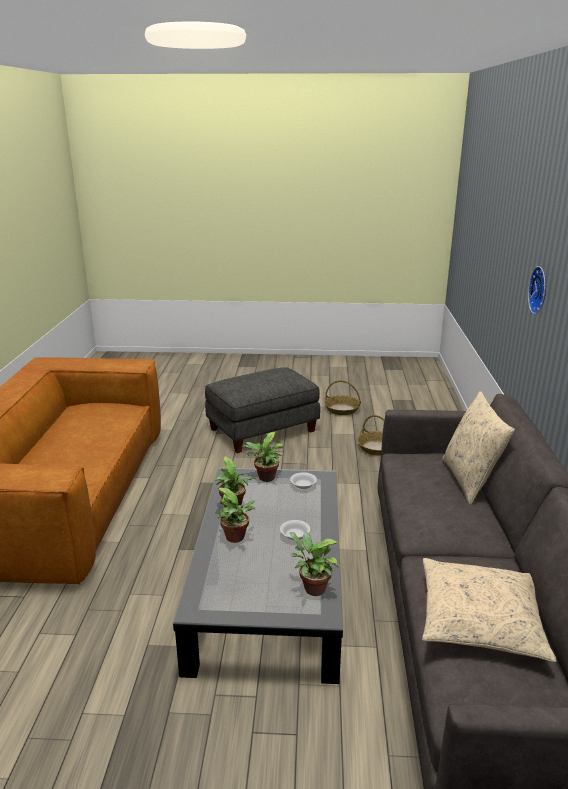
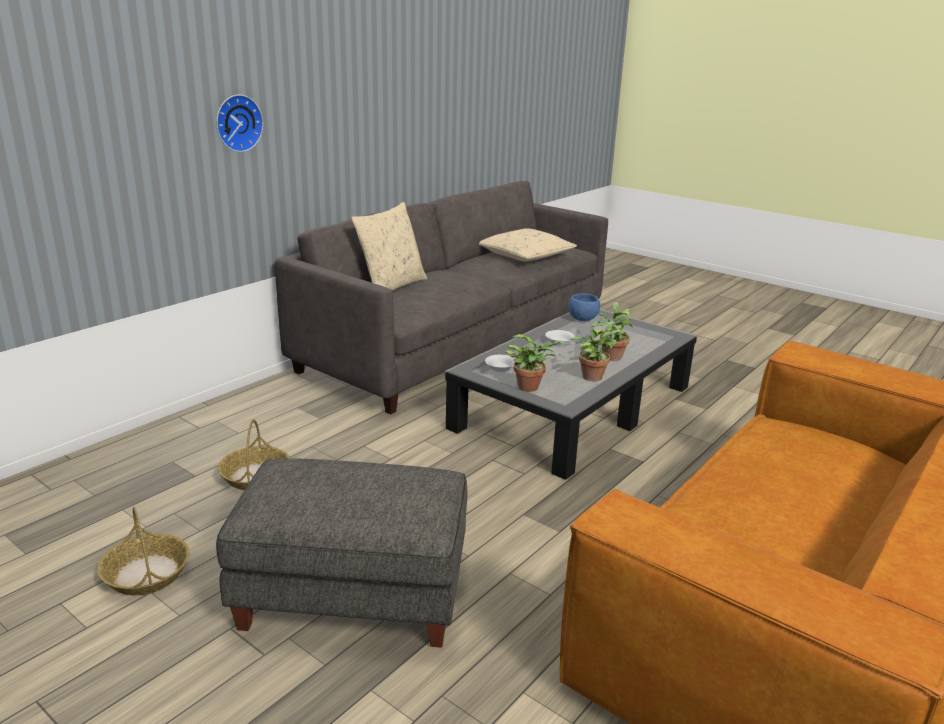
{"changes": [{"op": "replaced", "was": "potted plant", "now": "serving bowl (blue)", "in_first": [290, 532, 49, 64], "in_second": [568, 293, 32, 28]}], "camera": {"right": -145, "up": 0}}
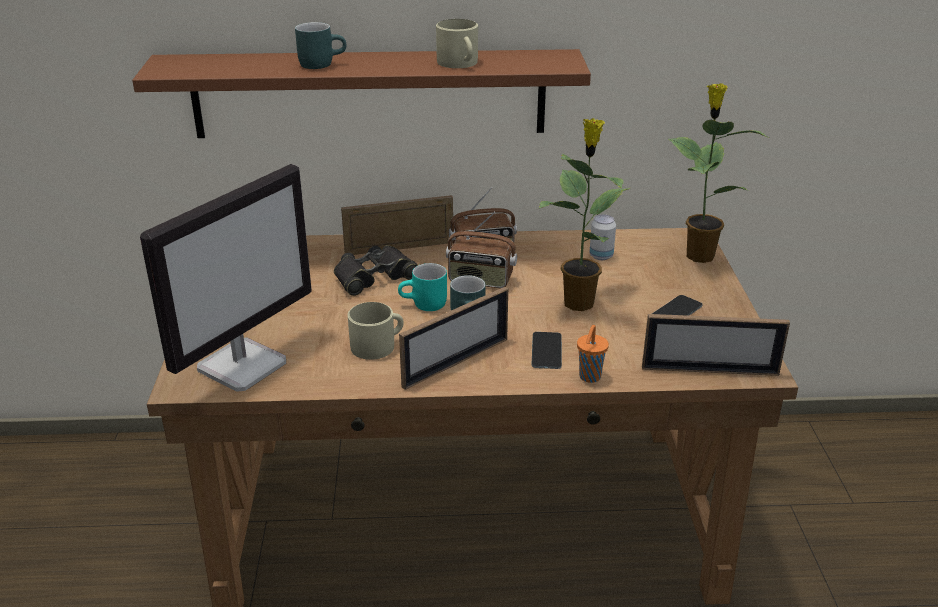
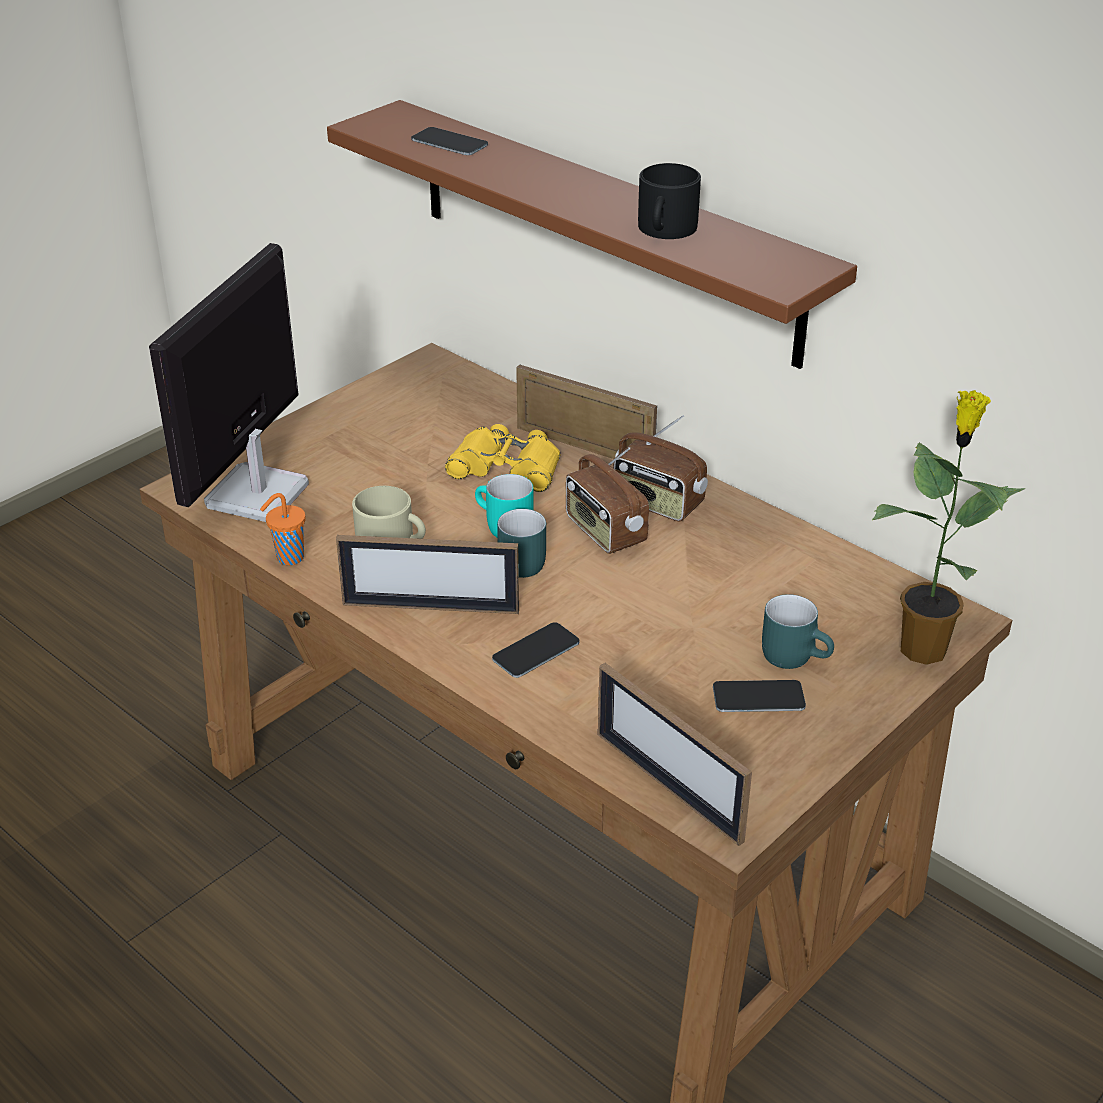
{"changes": [{"op": "recoloured", "was": "tea mug (beige-coloured)", "now": "tea mug (blackish)", "in_first": [436, 19, 42, 49], "in_second": [638, 163, 63, 76]}, {"op": "moved", "was": "tea mug (turquoise)", "in_first": [295, 22, 51, 47], "in_second": [762, 594, 72, 75]}, {"op": "removed", "was": "potted plant", "in_first": [538, 118, 92, 193]}, {"op": "turned", "was": "computer screen", "in_first": [140, 164, 172, 228], "in_second": [149, 243, 160, 279], "clockwise": 120}, {"op": "removed", "was": "sealed can", "in_first": [589, 215, 27, 45]}, {"op": "recoloured", "was": "binoculars (blackish)", "now": "binoculars (yellow-coloured)", "in_first": [334, 245, 84, 51], "in_second": [445, 424, 115, 68]}, {"op": "moved", "was": "drinking cup (orange)", "in_first": [577, 325, 32, 58], "in_second": [260, 493, 45, 72]}, {"op": "added", "now": "handset", "in_second": [411, 127, 77, 28]}], "camera": {"right": 45, "up": 5}}
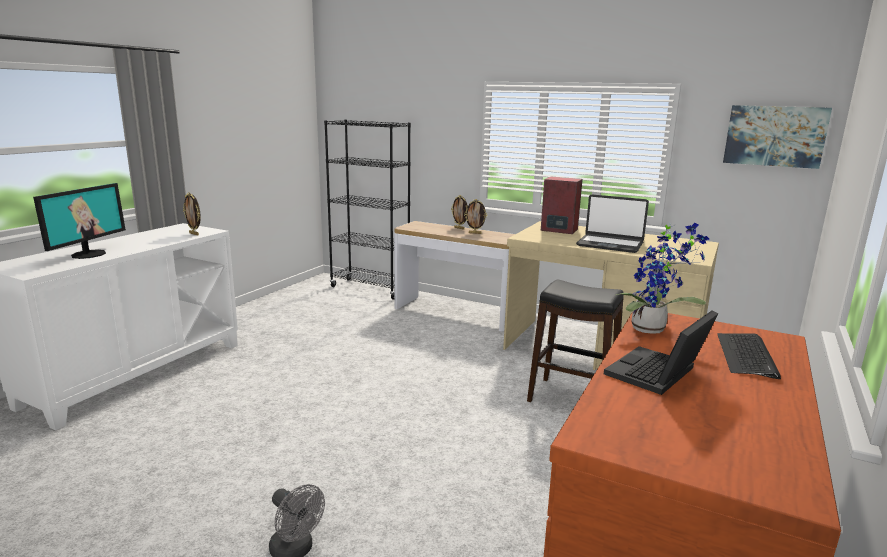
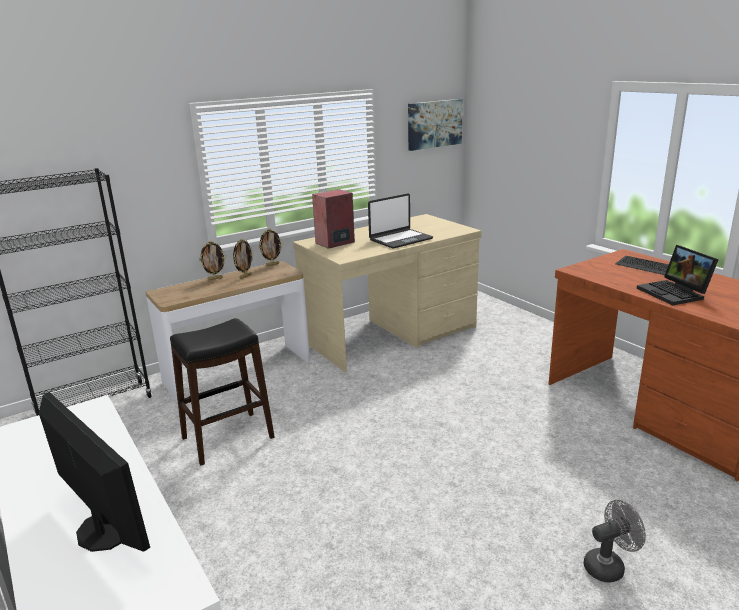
{"changes": [{"op": "moved", "was": "photo frame", "in_first": [183, 192, 18, 44], "in_second": [259, 228, 24, 38]}, {"op": "removed", "was": "potted plant", "in_first": [616, 222, 93, 111]}, {"op": "moved", "was": "stool seat (blackish)", "in_first": [527, 280, 97, 122], "in_second": [170, 318, 105, 147]}], "camera": {"right": -60, "up": 5}}
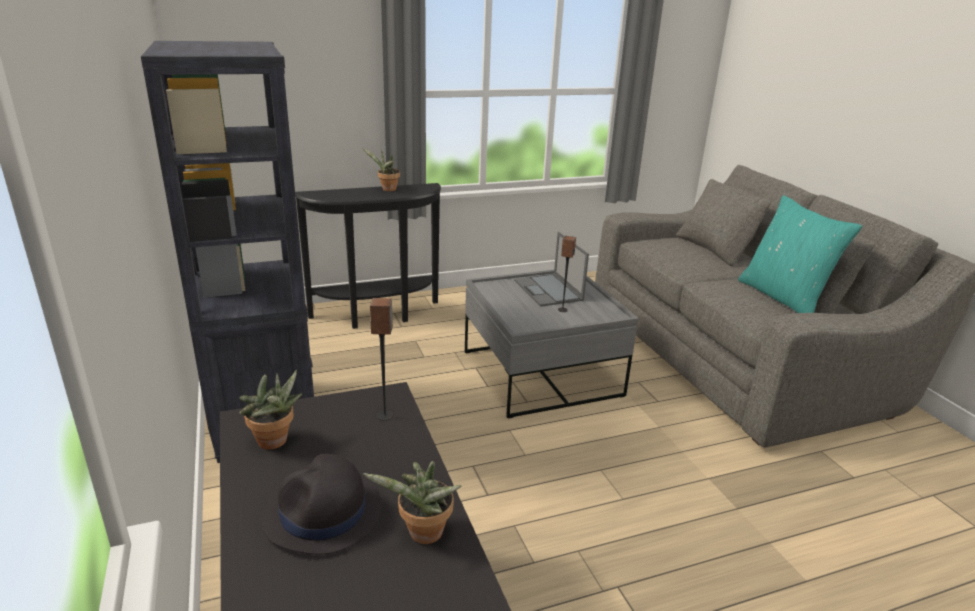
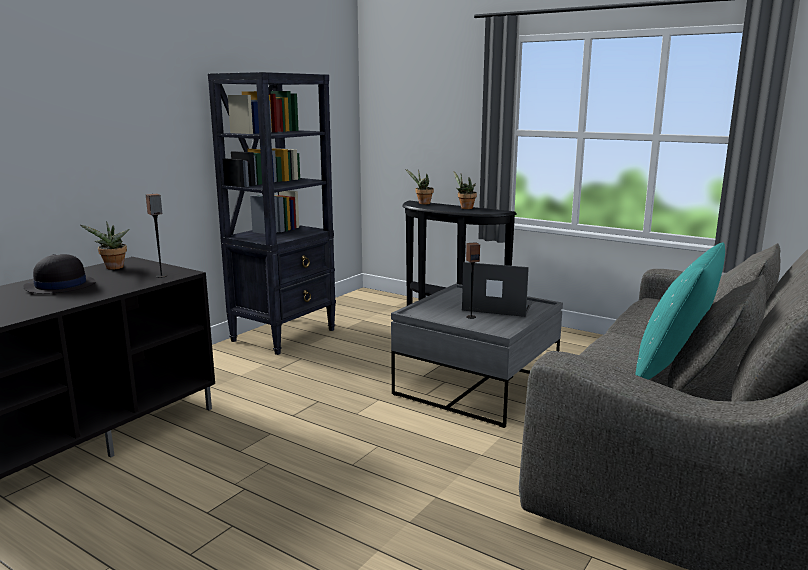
{"changes": [{"op": "turned", "was": "laptop", "in_first": [514, 232, 75, 75], "in_second": [462, 262, 70, 55], "clockwise": 75}, {"op": "moved", "was": "potted plant", "in_first": [363, 461, 98, 83], "in_second": [405, 169, 29, 35]}], "camera": {"right": 55, "up": -10}}
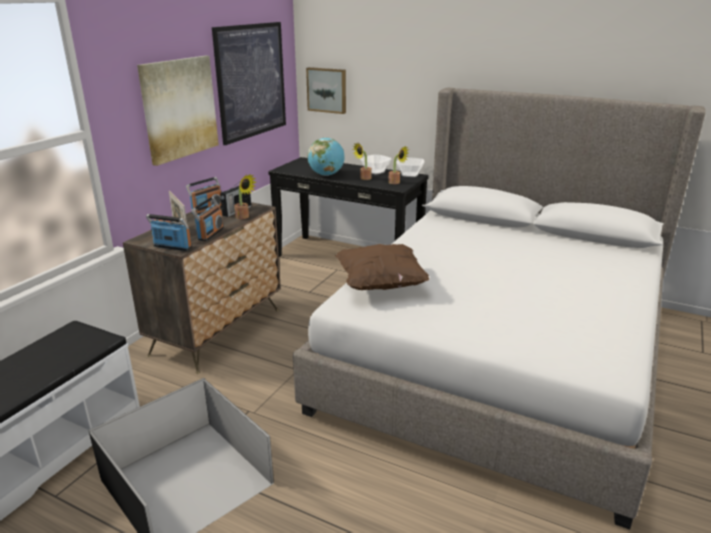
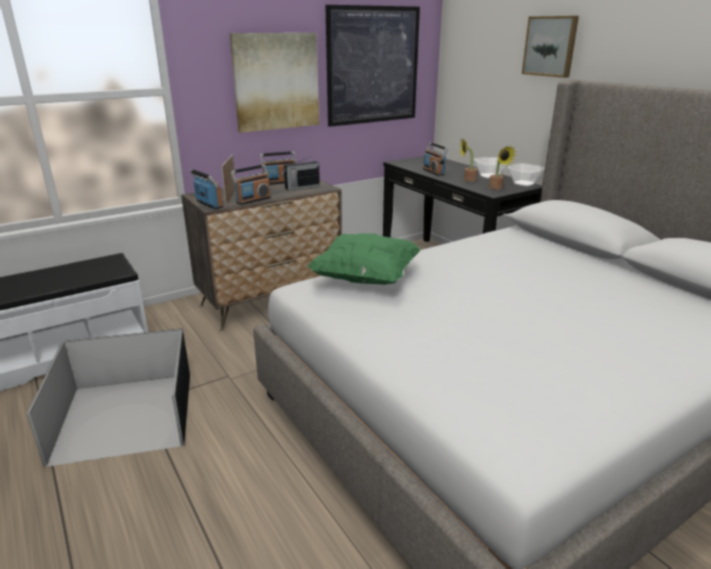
{"changes": [{"op": "moved", "was": "wall picture", "in_first": [306, 67, 40, 47], "in_second": [522, 16, 57, 62]}, {"op": "replaced", "was": "world globe", "now": "radio receiver", "in_first": [307, 137, 38, 39], "in_second": [423, 142, 25, 34]}, {"op": "removed", "was": "potted plant", "in_first": [234, 174, 22, 45]}, {"op": "recoloured", "was": "throw pillow (brown-coloured)", "now": "throw pillow (greenish)", "in_first": [335, 244, 94, 46], "in_second": [308, 233, 113, 52]}], "camera": {"right": 30, "up": 0}}
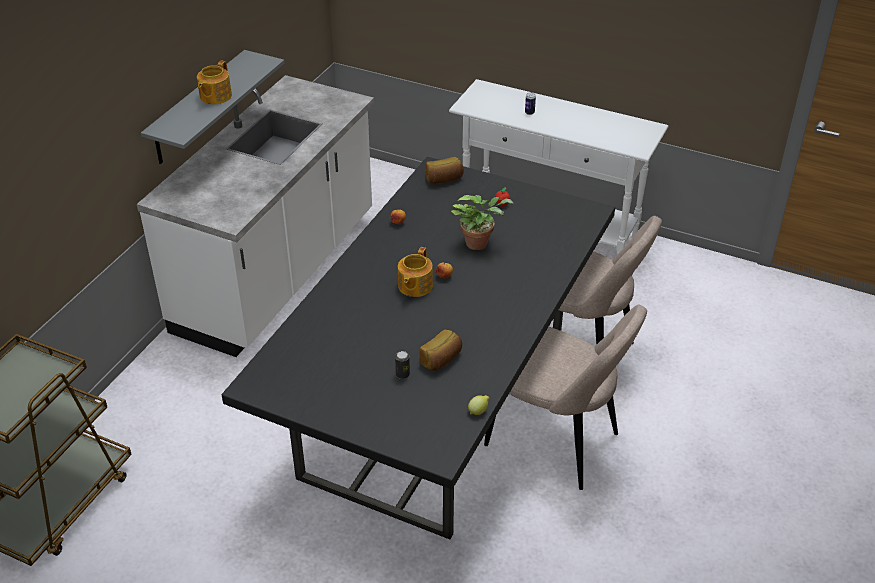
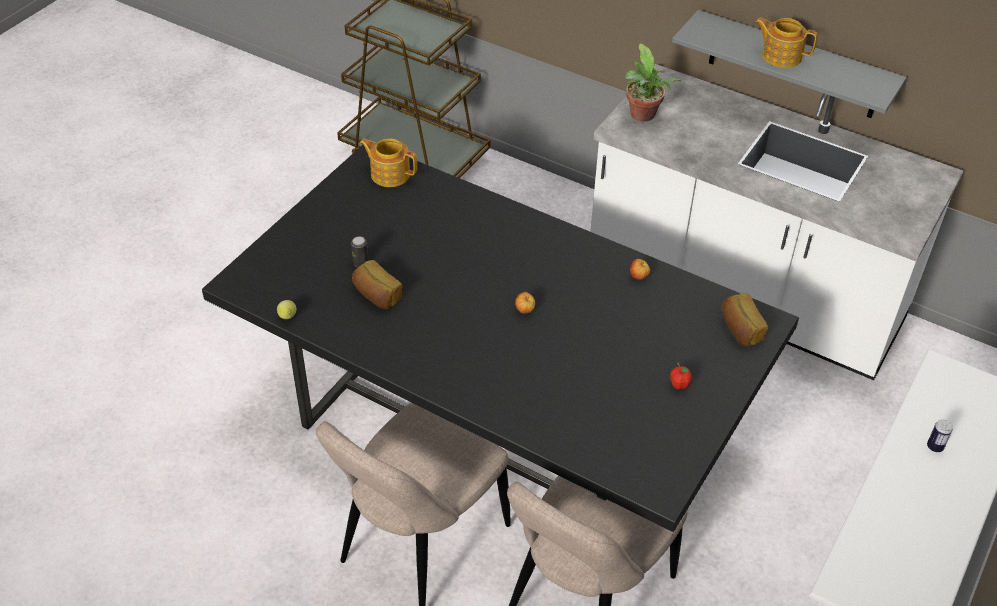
{"changes": [{"op": "moved", "was": "potted plant", "in_first": [451, 195, 63, 55], "in_second": [625, 43, 56, 79]}, {"op": "moved", "was": "pot for tea", "in_first": [398, 247, 35, 50], "in_second": [360, 138, 57, 49]}], "camera": {"right": 95, "up": 5}}
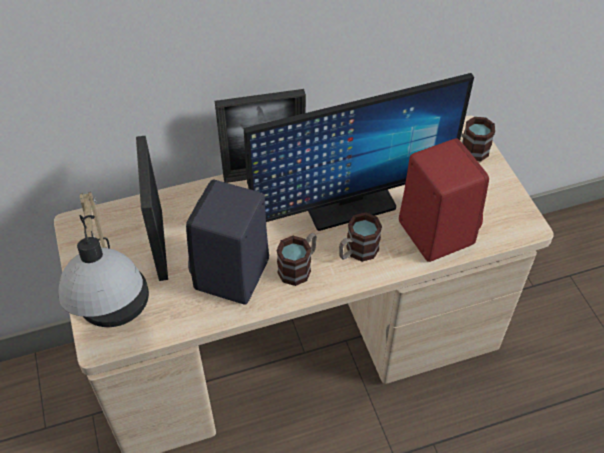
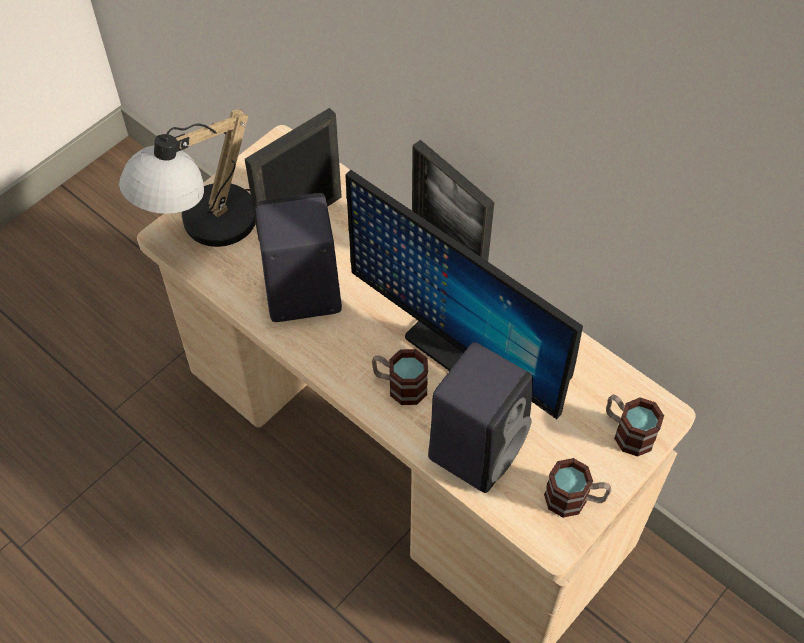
{"changes": [{"op": "recoloured", "was": "speaker (red-coloured)", "now": "speaker (blackish)", "in_first": [399, 138, 90, 124], "in_second": [428, 342, 105, 151]}, {"op": "moved", "was": "tea mug", "in_first": [276, 233, 41, 53], "in_second": [544, 458, 67, 60]}], "camera": {"right": 60, "up": 5}}
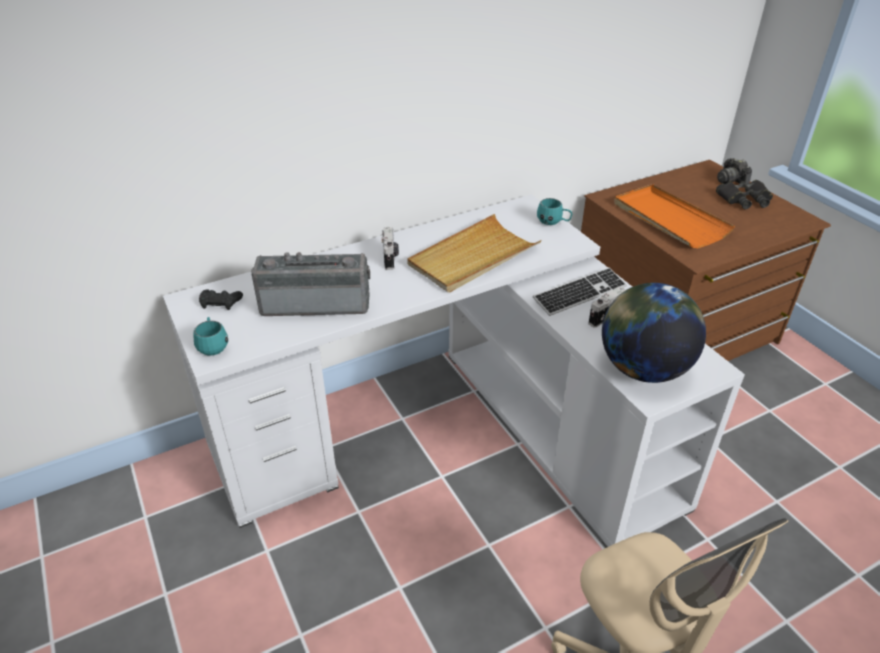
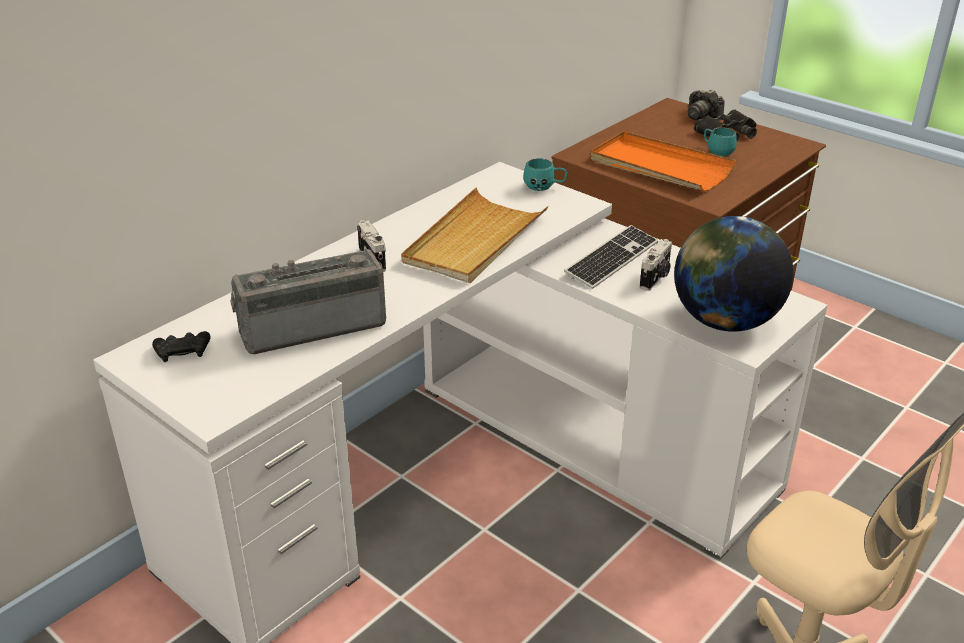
{"changes": [{"op": "moved", "was": "tea mug (turquoise)", "in_first": [194, 317, 34, 39], "in_second": [704, 127, 33, 29]}], "camera": {"right": -20, "up": -5}}
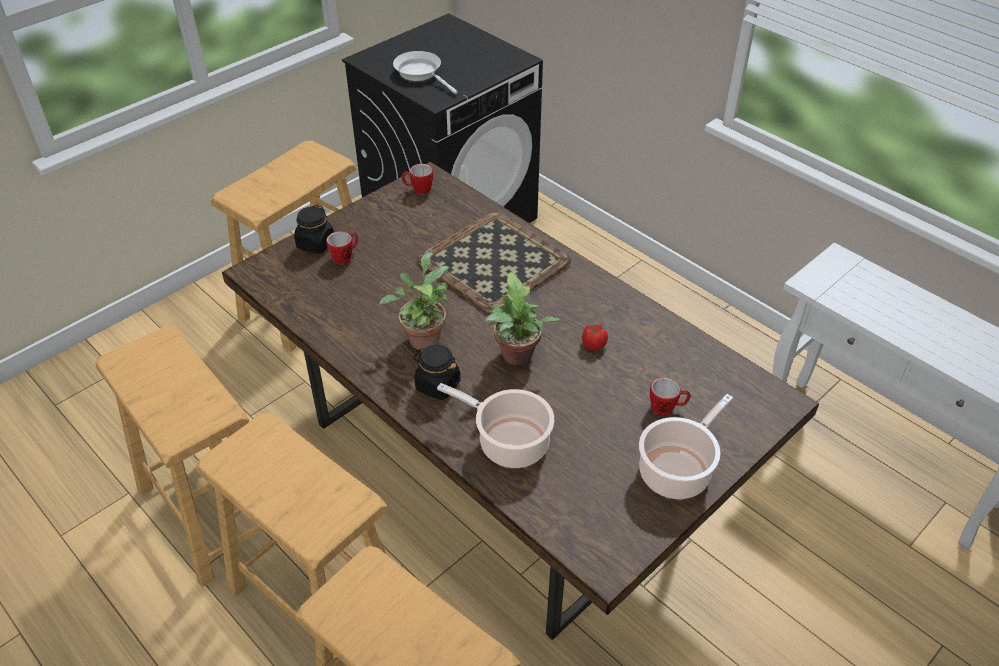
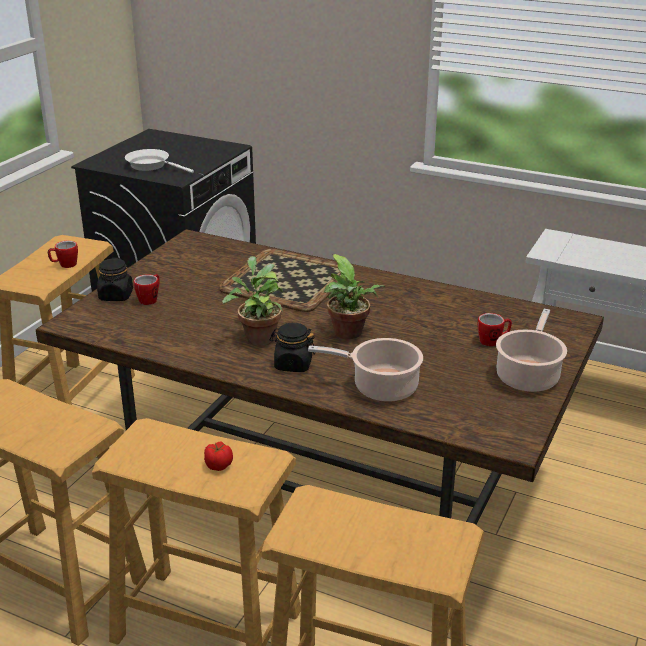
{"changes": [{"op": "moved", "was": "tea mug", "in_first": [402, 164, 31, 30], "in_second": [48, 240, 30, 28]}, {"op": "moved", "was": "tomato", "in_first": [582, 324, 26, 26], "in_second": [204, 442, 29, 29]}], "camera": {"right": -20, "up": -15}}
